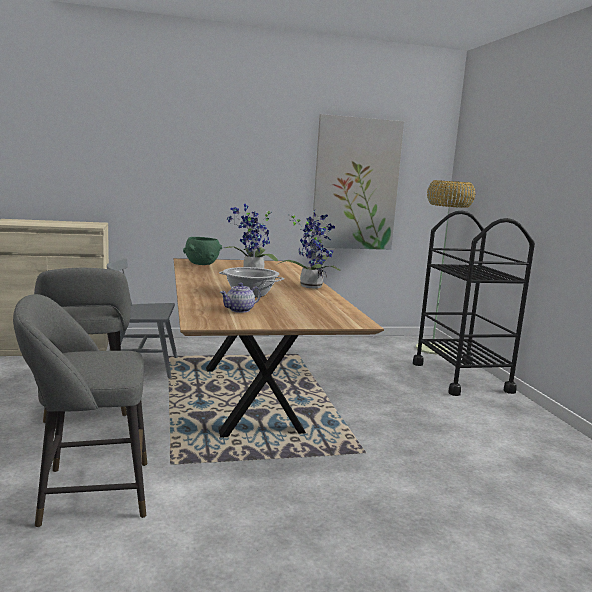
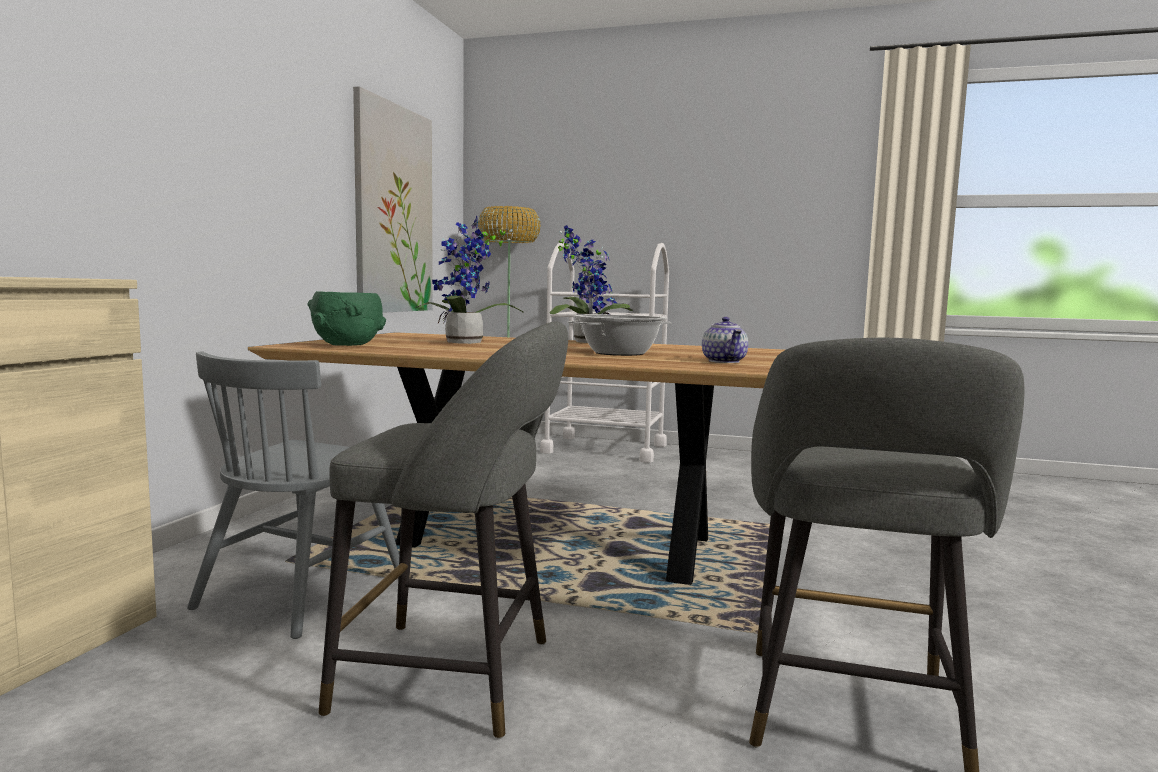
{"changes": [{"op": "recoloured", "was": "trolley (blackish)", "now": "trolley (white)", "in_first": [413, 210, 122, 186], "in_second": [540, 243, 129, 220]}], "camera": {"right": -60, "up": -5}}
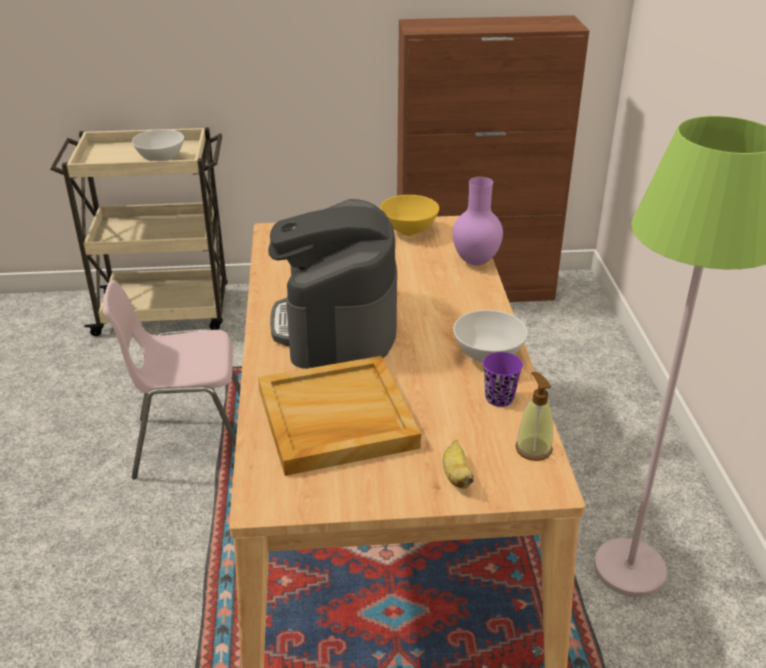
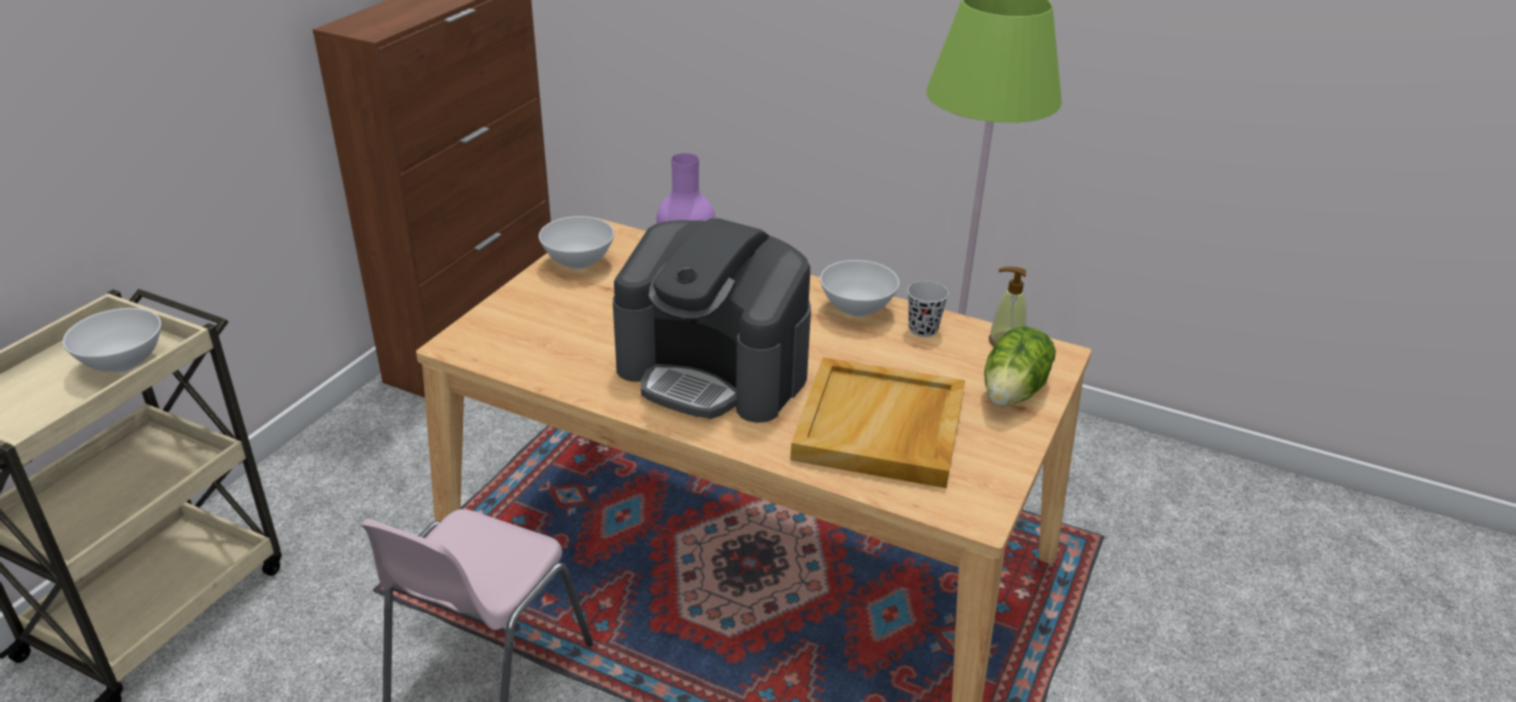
{"changes": [{"op": "recoloured", "was": "serving bowl (yellow-coloured)", "now": "serving bowl (white)", "in_first": [380, 195, 59, 41], "in_second": [539, 216, 75, 54]}, {"op": "recoloured", "was": "drinking cup (purplish)", "now": "drinking cup (blackish)", "in_first": [483, 352, 40, 55], "in_second": [907, 281, 42, 56]}, {"op": "replaced", "was": "banana", "now": "head of lettuce", "in_first": [443, 440, 31, 49], "in_second": [984, 326, 72, 80]}], "camera": {"right": -60, "up": 0}}
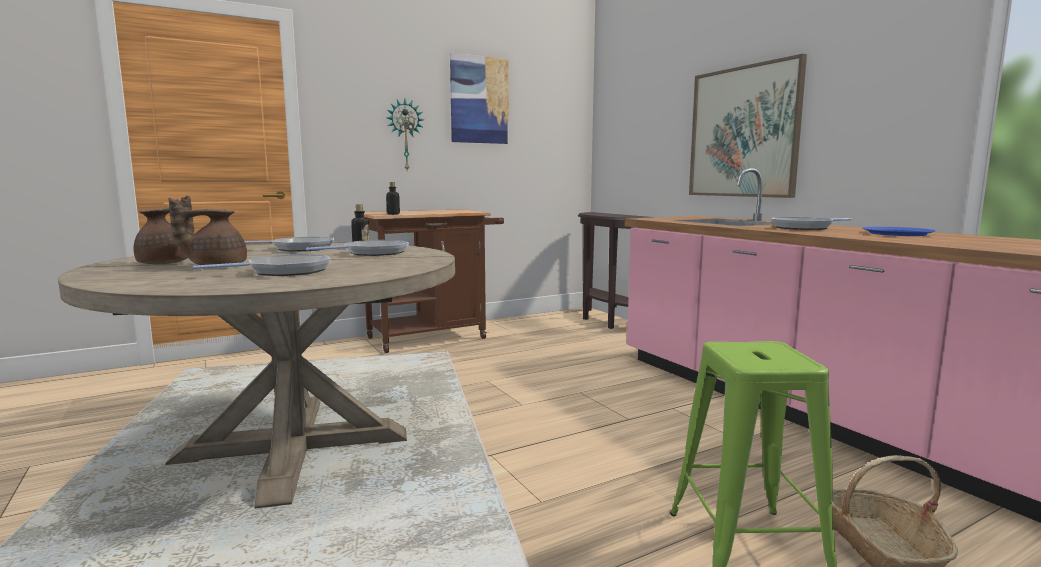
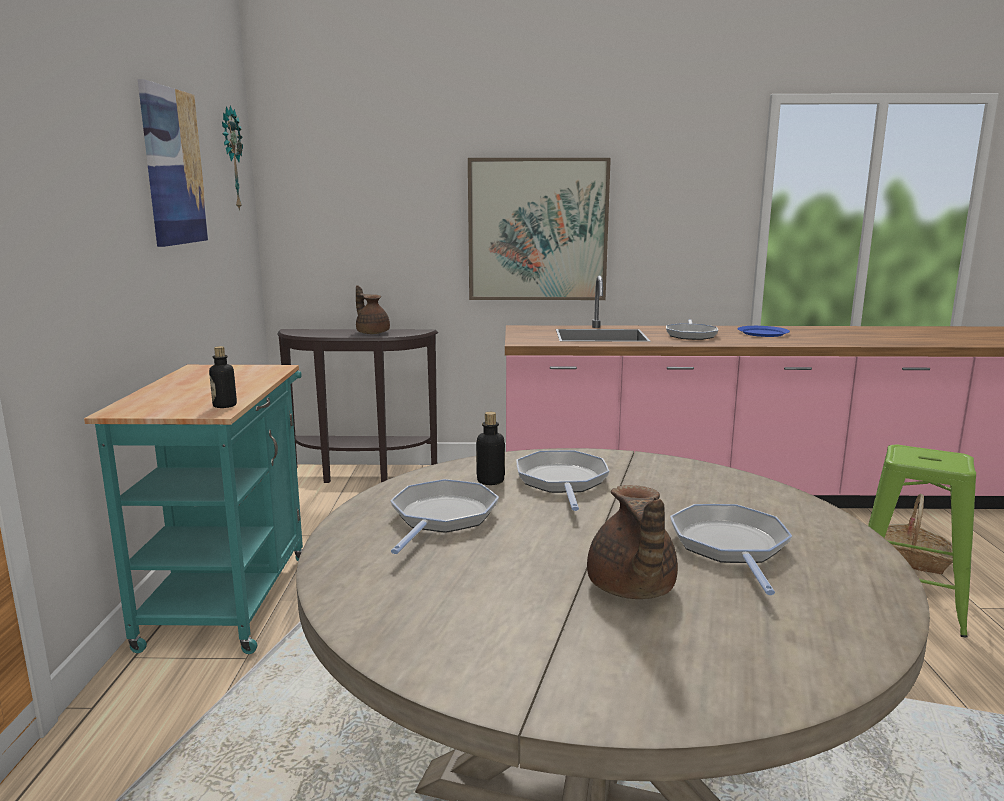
{"changes": [{"op": "moved", "was": "clock on the wall", "in_first": [387, 99, 37, 71], "in_second": [222, 105, 21, 106]}, {"op": "moved", "was": "pot for tea (brown-coloured)", "in_first": [134, 196, 60, 68], "in_second": [356, 285, 34, 49]}, {"op": "recoloured", "was": "trolley (brown-coloured)", "now": "trolley (turquoise)", "in_first": [364, 209, 140, 144], "in_second": [84, 365, 219, 289]}], "camera": {"right": -60, "up": 5}}
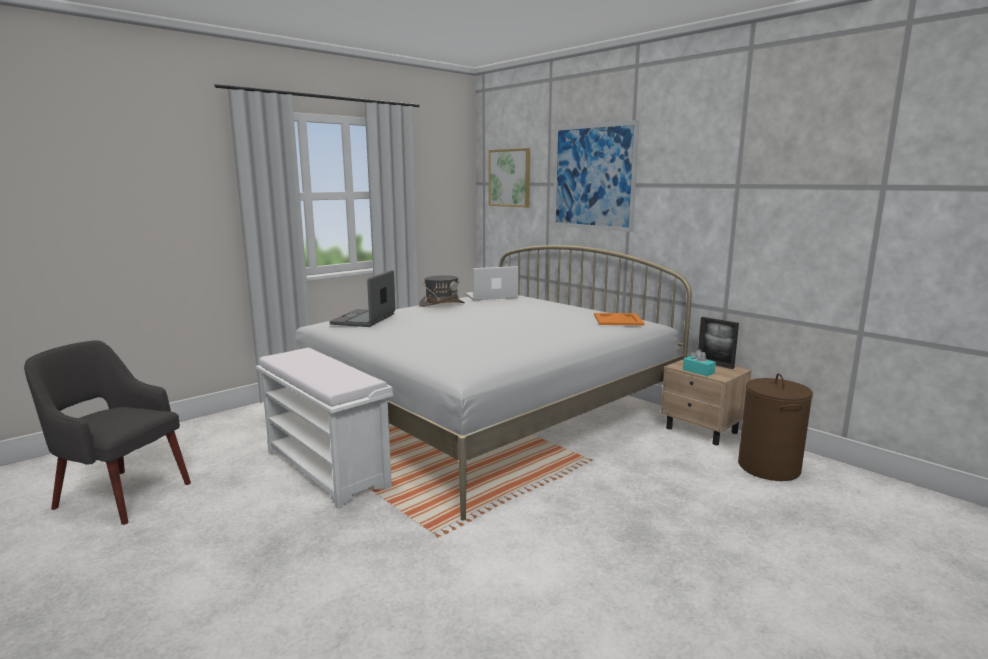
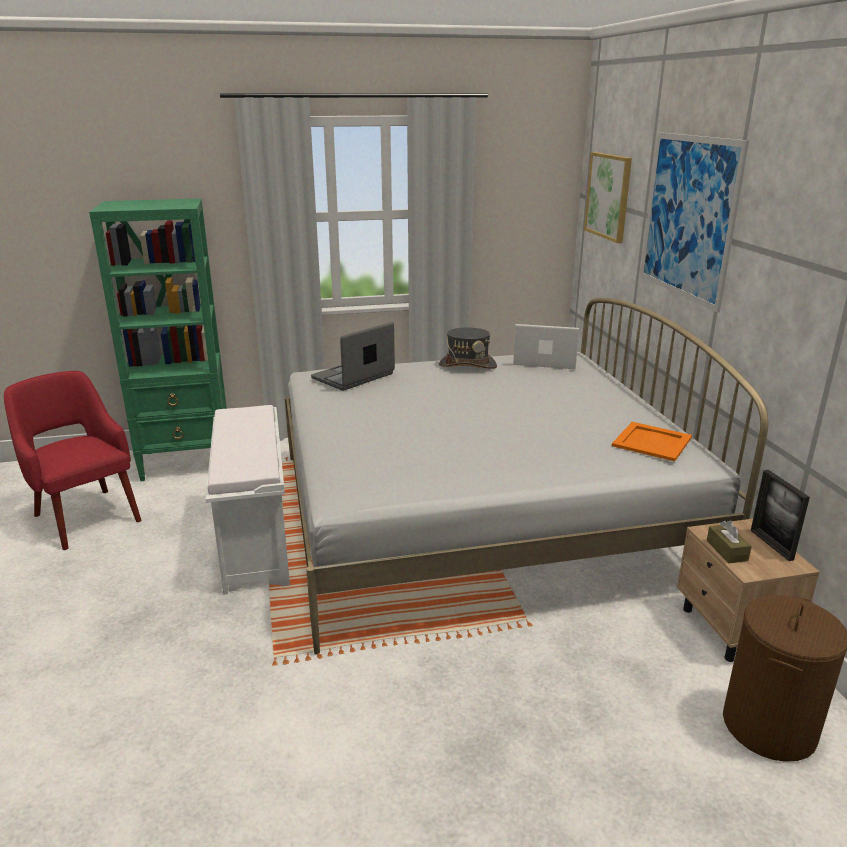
{"changes": [{"op": "recoloured", "was": "lounge chair (gray)", "now": "lounge chair (red-coloured)", "in_first": [24, 340, 167, 185], "in_second": [4, 371, 137, 179]}, {"op": "recoloured", "was": "tissue box (turquoise)", "now": "tissue box (brown-coloured)", "in_first": [683, 349, 33, 27], "in_second": [707, 520, 45, 43]}, {"op": "added", "now": "bookshelf (greenish)", "in_second": [89, 198, 138, 283]}], "camera": {"right": 30, "up": 10}}
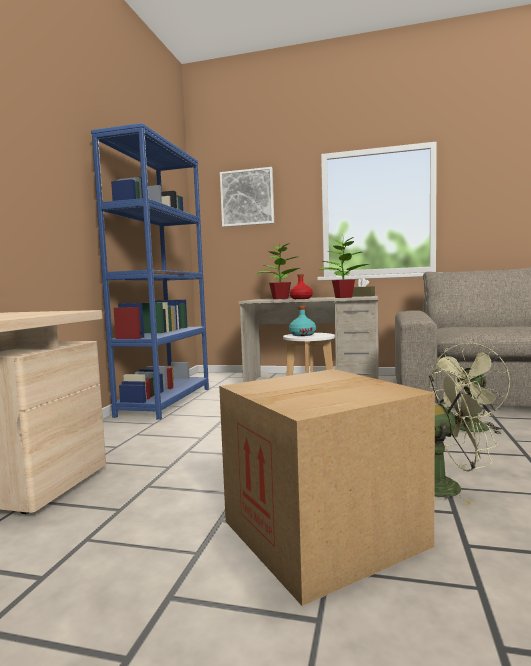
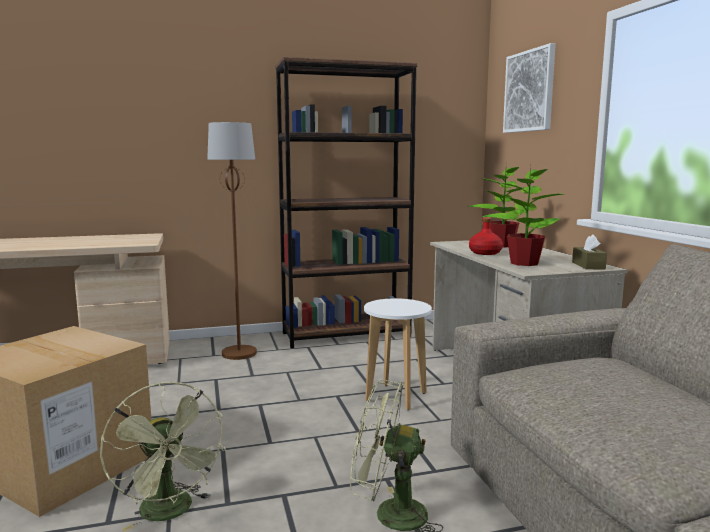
{"changes": [{"op": "recoloured", "was": "bookshelf (blue)", "now": "bookshelf (brown-coloured)", "in_first": [91, 123, 118, 297], "in_second": [275, 57, 142, 292]}, {"op": "removed", "was": "bottle (turquoise)", "in_first": [289, 306, 27, 30]}, {"op": "added", "now": "standard lamp (brown-coloured)", "in_second": [207, 122, 50, 238]}], "camera": {"right": 60, "up": 5}}
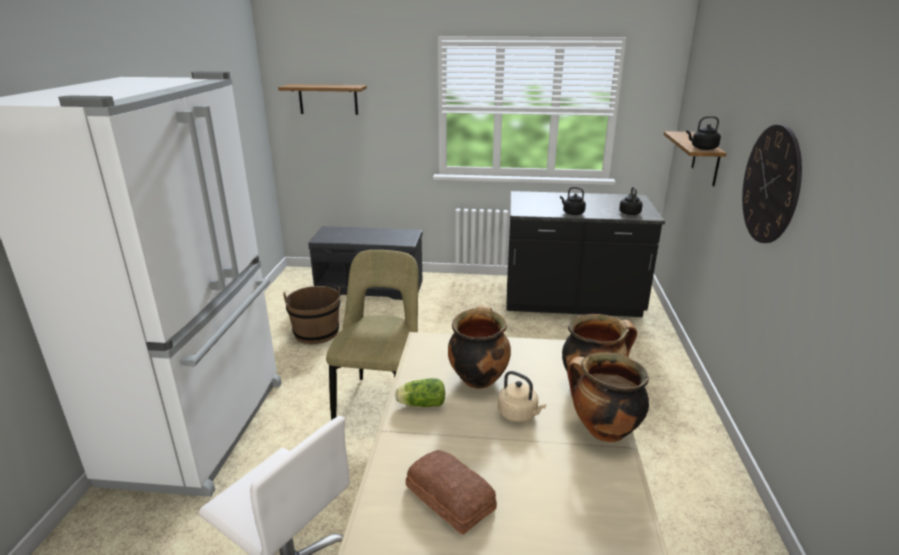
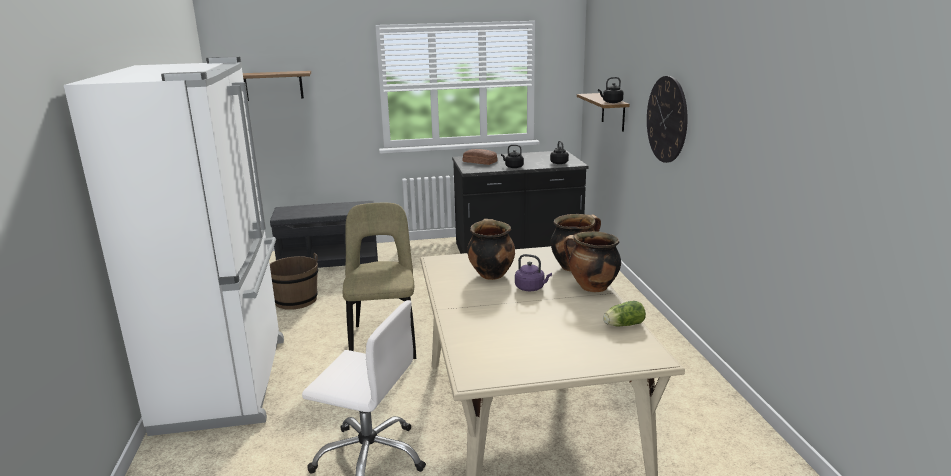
{"changes": [{"op": "recoloured", "was": "tea kettle (beige-coloured)", "now": "tea kettle (purplish)", "in_first": [498, 371, 48, 51], "in_second": [515, 254, 37, 37]}, {"op": "moved", "was": "head of lettuce", "in_first": [395, 378, 50, 29], "in_second": [603, 301, 43, 25]}, {"op": "moved", "was": "bakery bread", "in_first": [406, 450, 91, 85], "in_second": [463, 149, 35, 16]}], "camera": {"right": -15, "up": -5}}
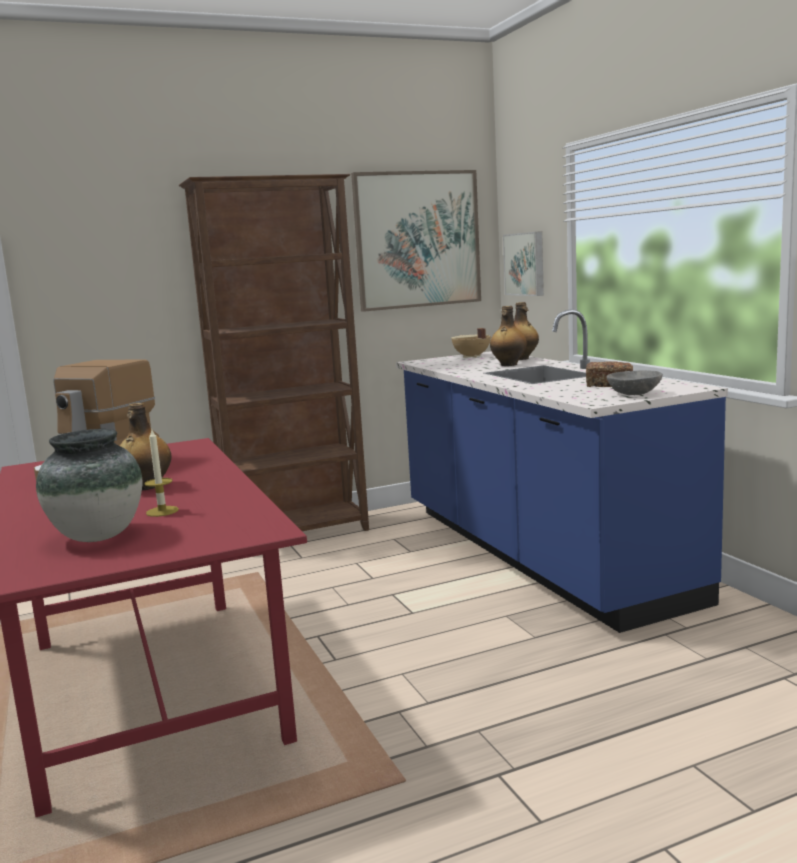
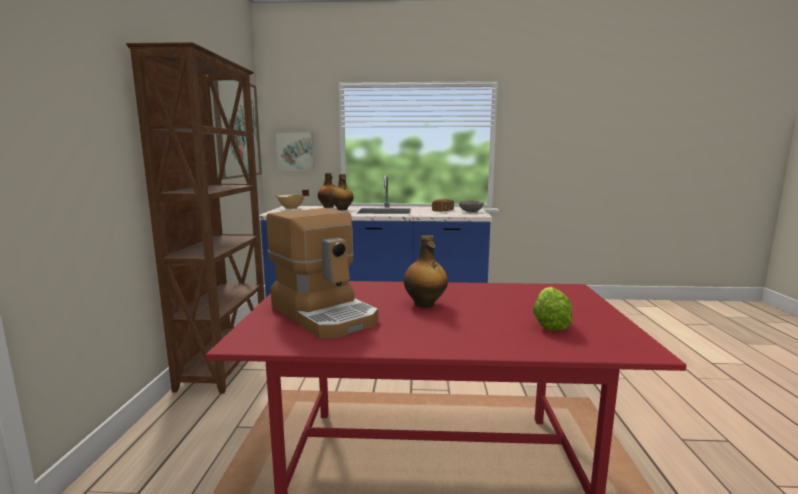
{"changes": [{"op": "replaced", "was": "decorative vase", "now": "head of lettuce", "in_first": [36, 429, 106, 113], "in_second": [532, 287, 40, 44]}, {"op": "removed", "was": "wax candle", "in_first": [144, 430, 35, 87]}], "camera": {"right": -65, "up": 0}}
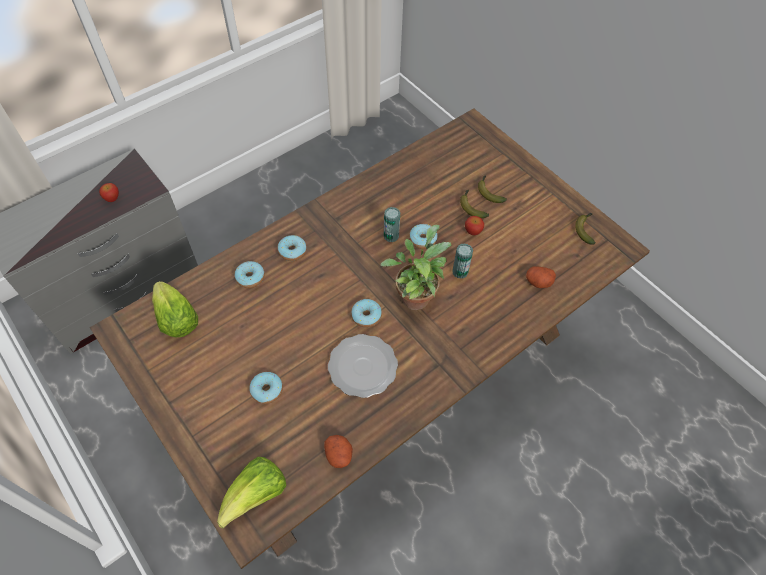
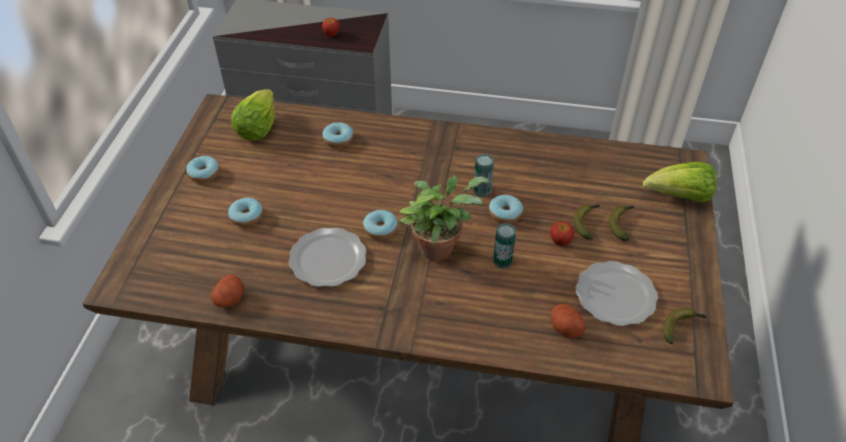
{"changes": [{"op": "moved", "was": "doughnut", "in_first": [278, 235, 29, 26], "in_second": [186, 156, 34, 27]}, {"op": "moved", "was": "head of lettuce", "in_first": [217, 457, 70, 72], "in_second": [643, 161, 74, 42]}, {"op": "added", "now": "plate", "in_second": [576, 261, 82, 65]}], "camera": {"right": 50, "up": -10}}
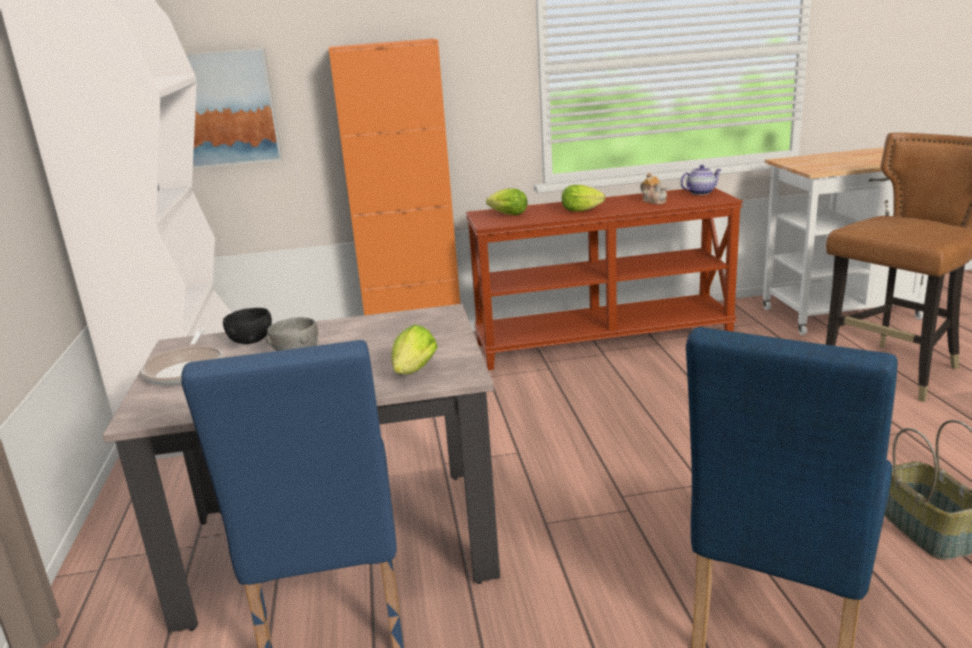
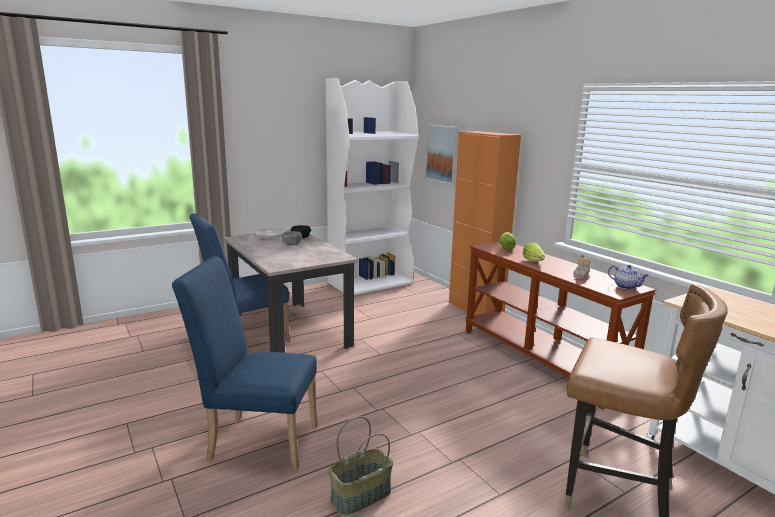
{"changes": [{"op": "removed", "was": "head of lettuce", "in_first": [391, 324, 47, 51]}], "camera": {"right": 65, "up": -5}}
